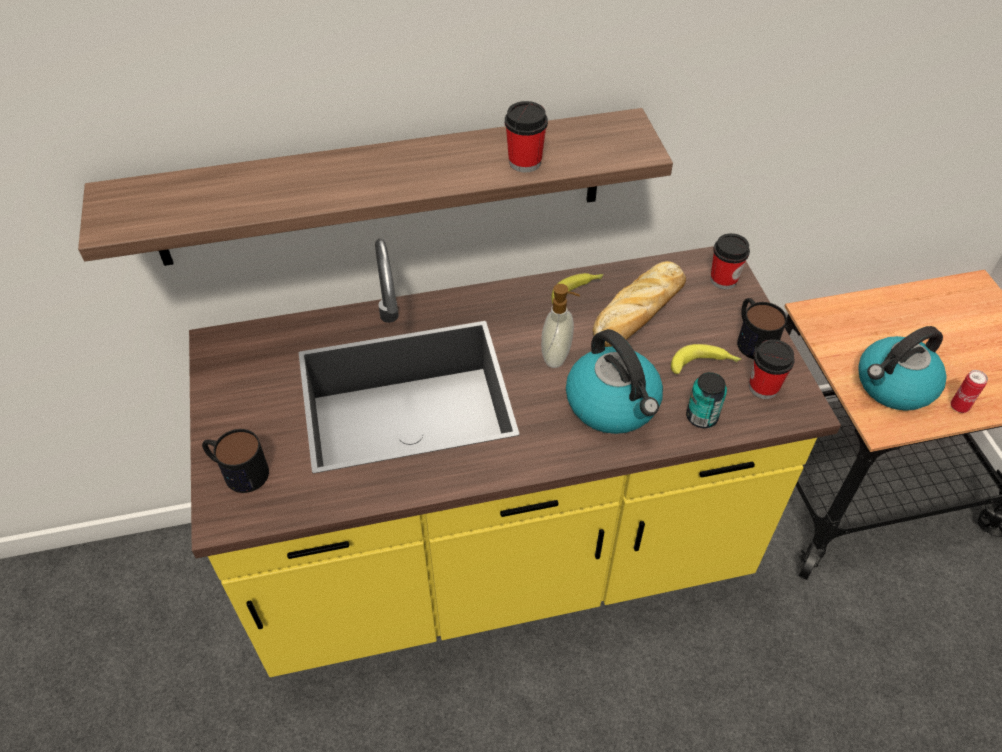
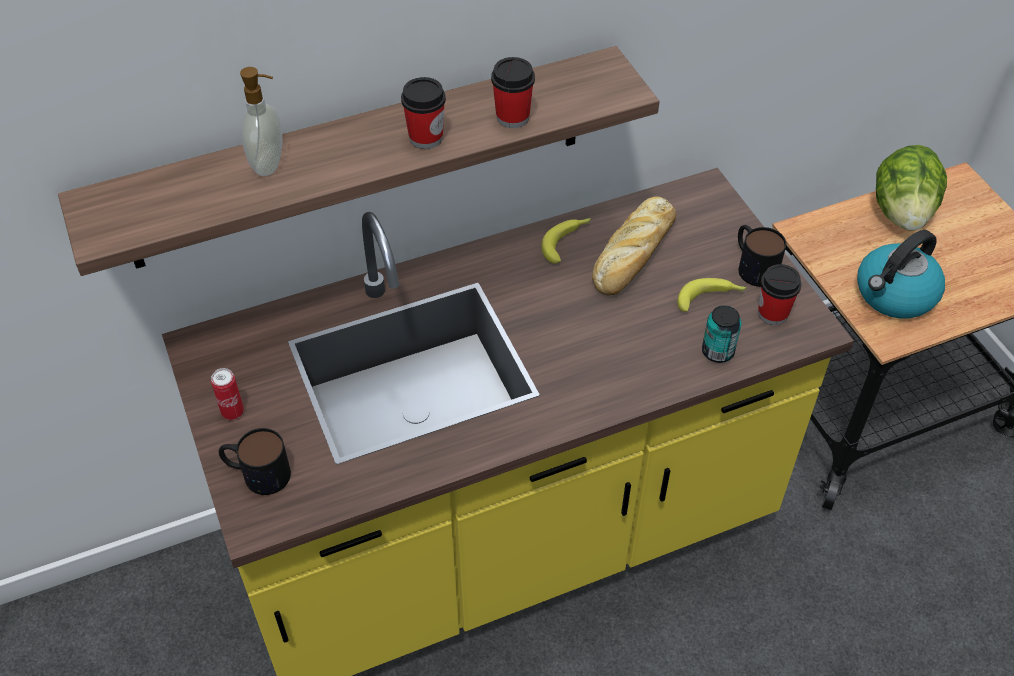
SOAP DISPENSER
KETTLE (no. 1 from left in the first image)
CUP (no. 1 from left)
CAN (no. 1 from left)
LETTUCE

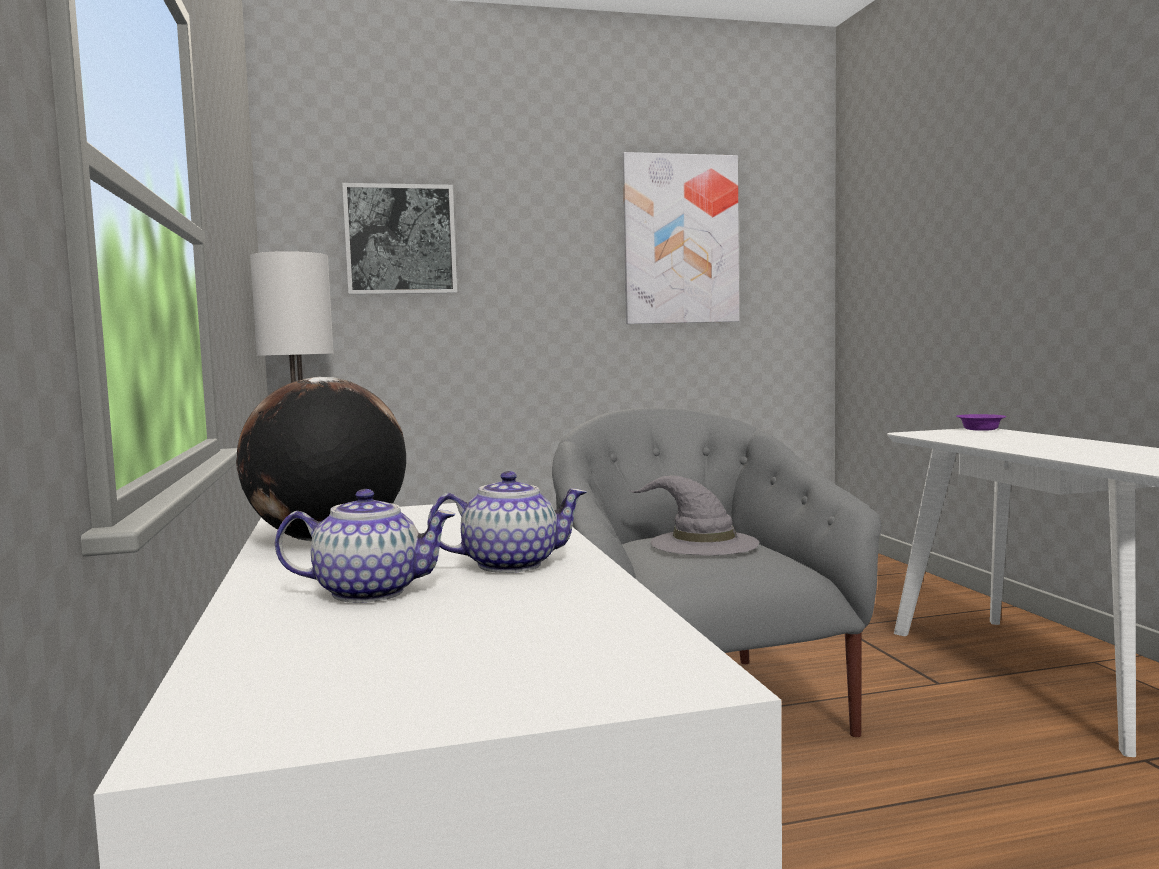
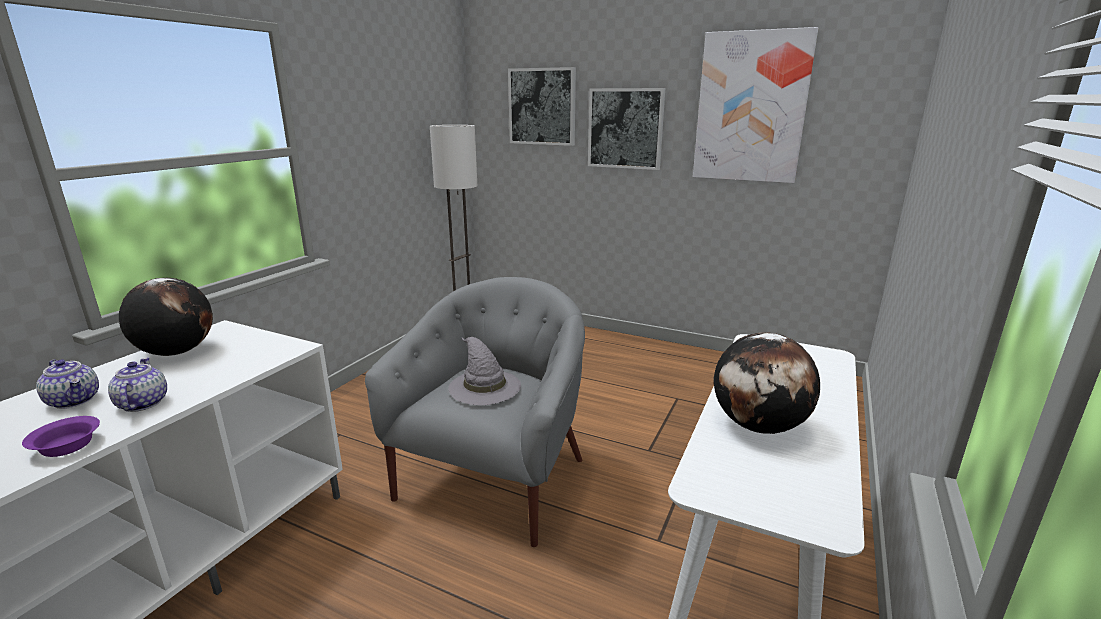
TEAPOT (no. 2 from left)
PURPLE BOWL
PICTURE (no. 2 from left)
GLOBE (no. 2 from left)

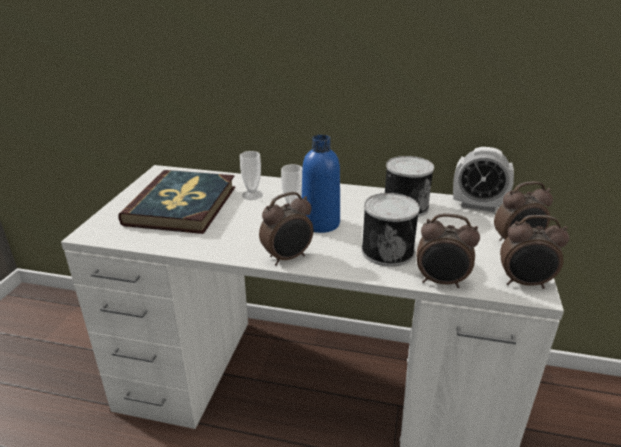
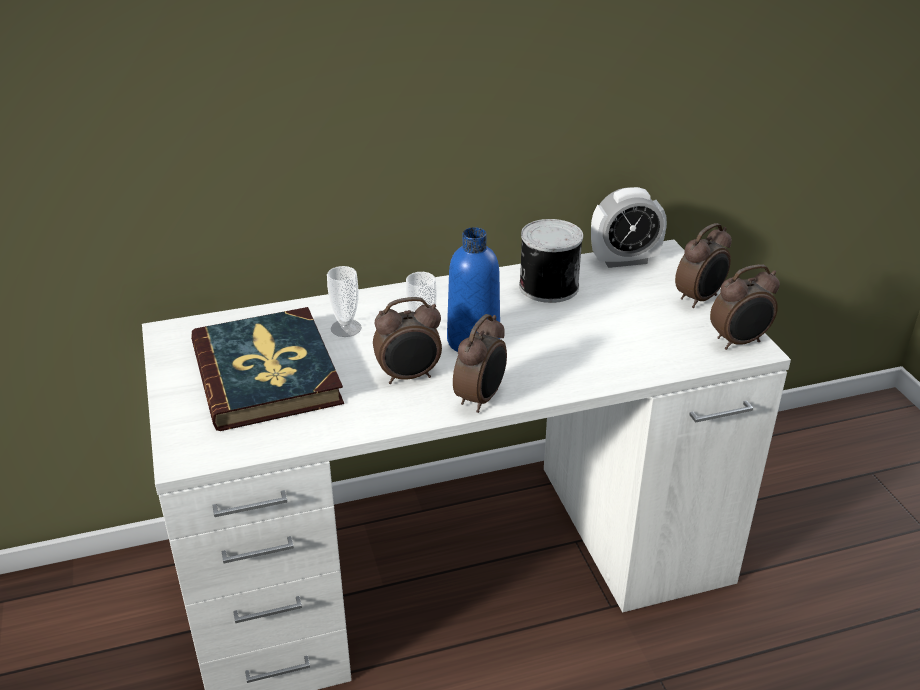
CAN (no. 1 from left in the first image)
ALARM CLOCK (no. 1 from left)

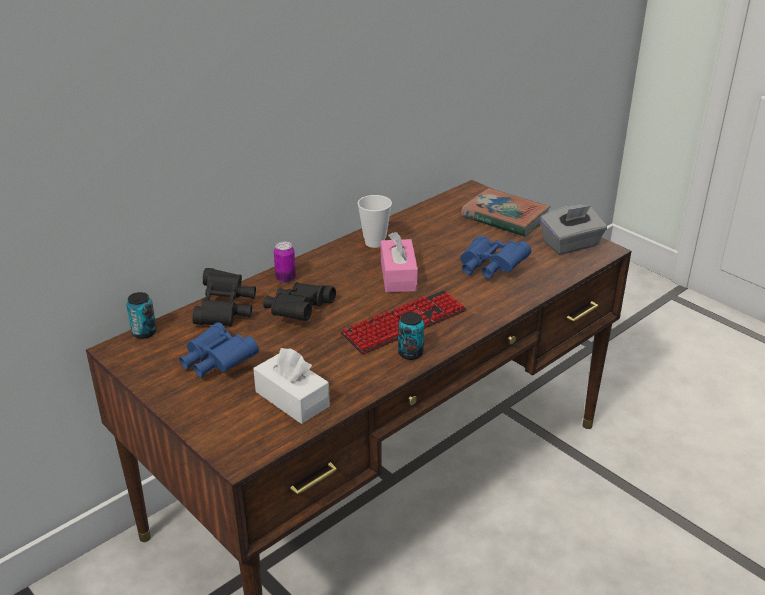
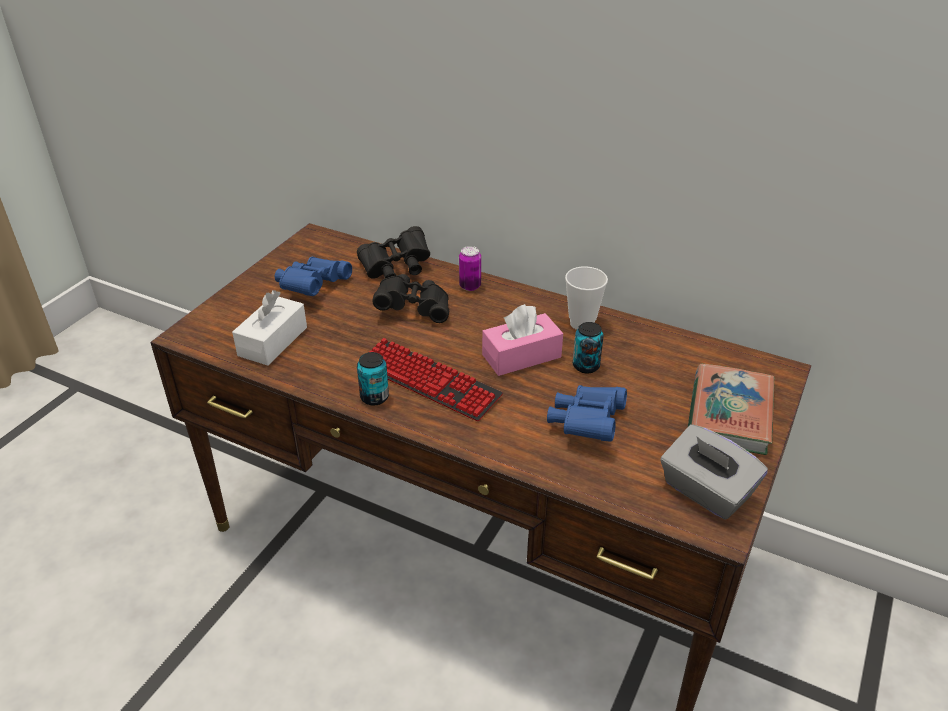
CAN (no. 3 from left)

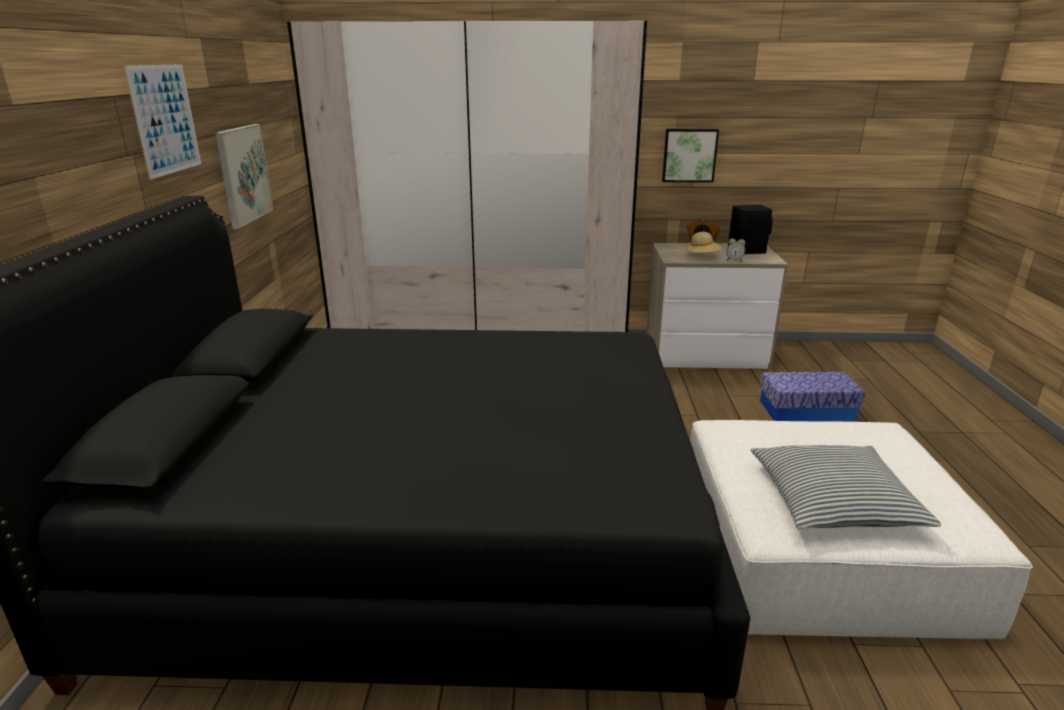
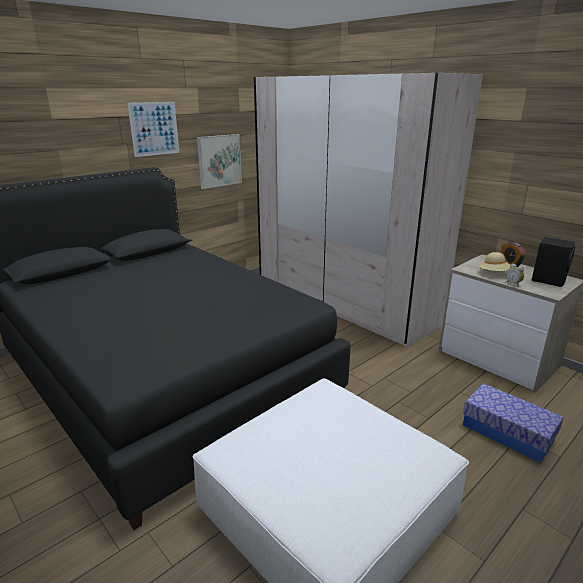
PICTURE (no. 3 from left in the first image)
PILLOW

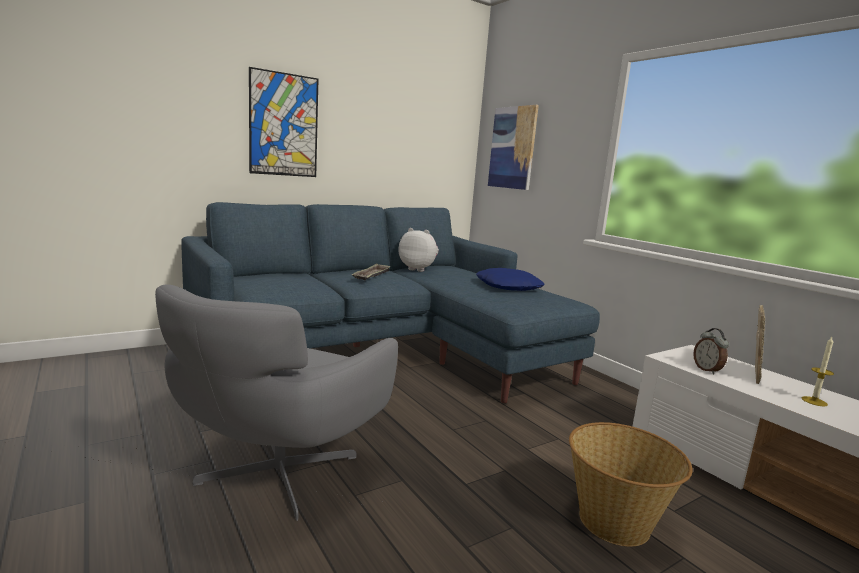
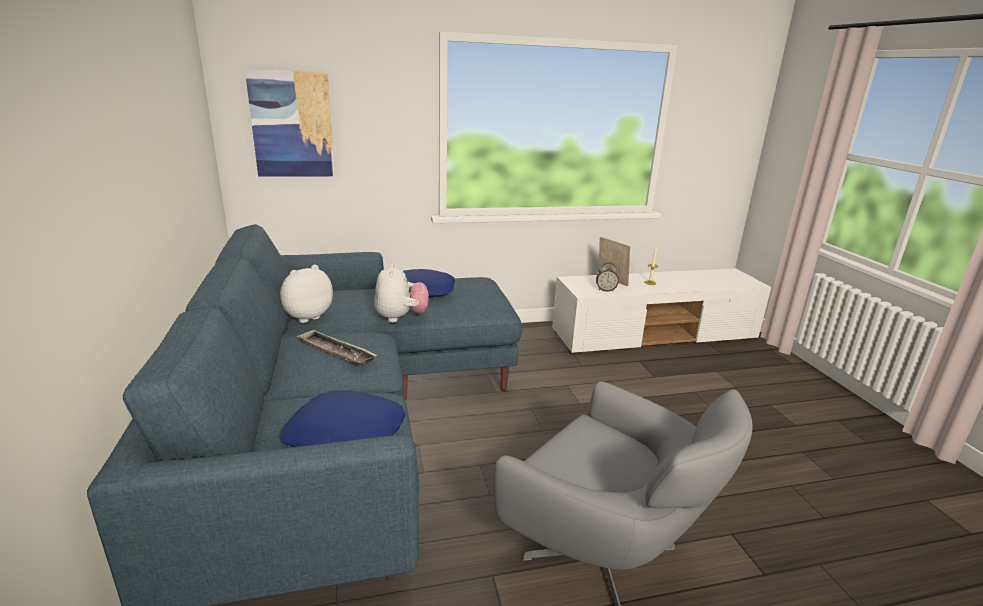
PICTURE (no. 1 from left in the first image)
BASKET
BLUE PILLOW (no. 1 from left)
PLUSH TOY (no. 2 from left)

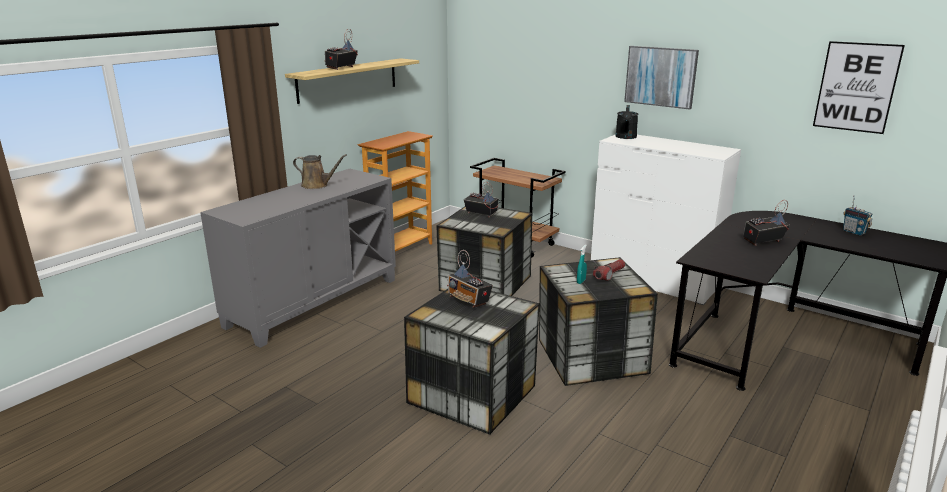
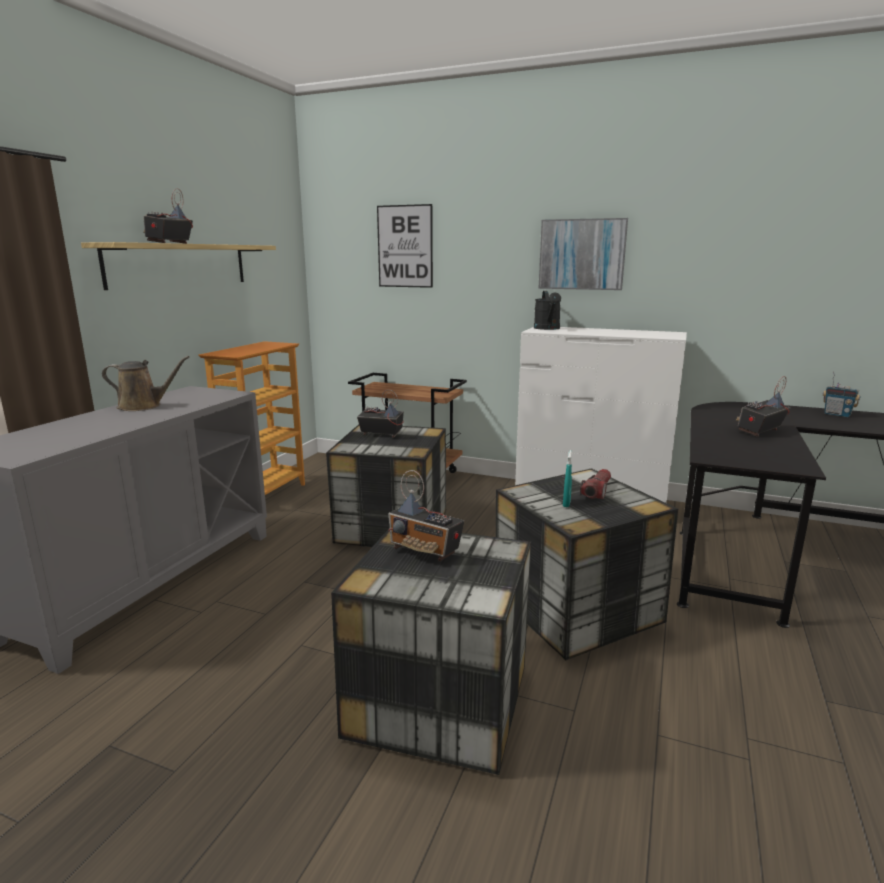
PICTURE (no. 1 from left)

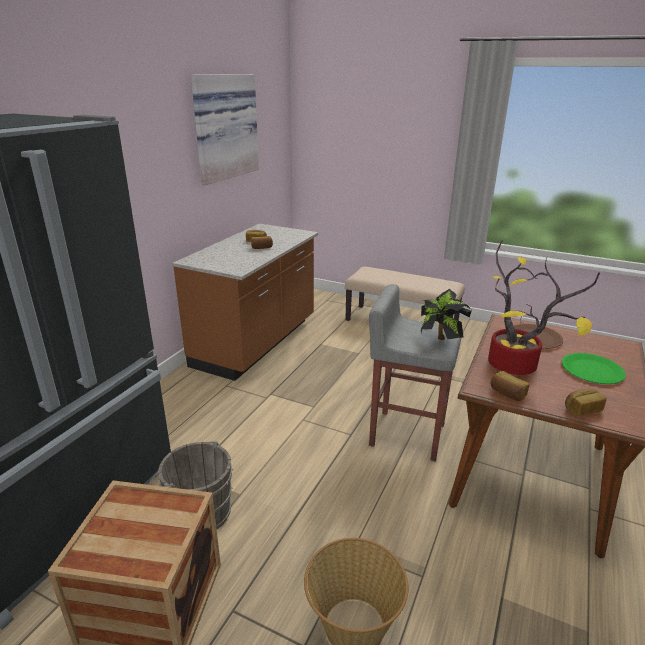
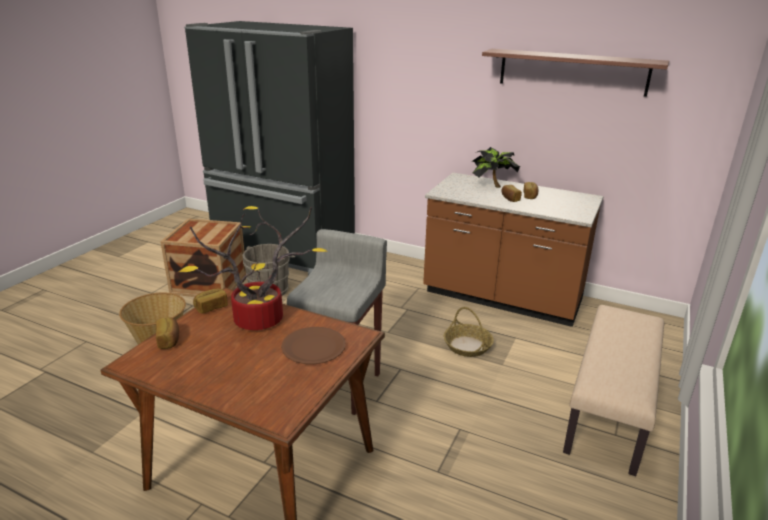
SHELF
POTTED PLANT (no. 2 from left)
GREEN PLATE
BASKET (no. 2 from left)

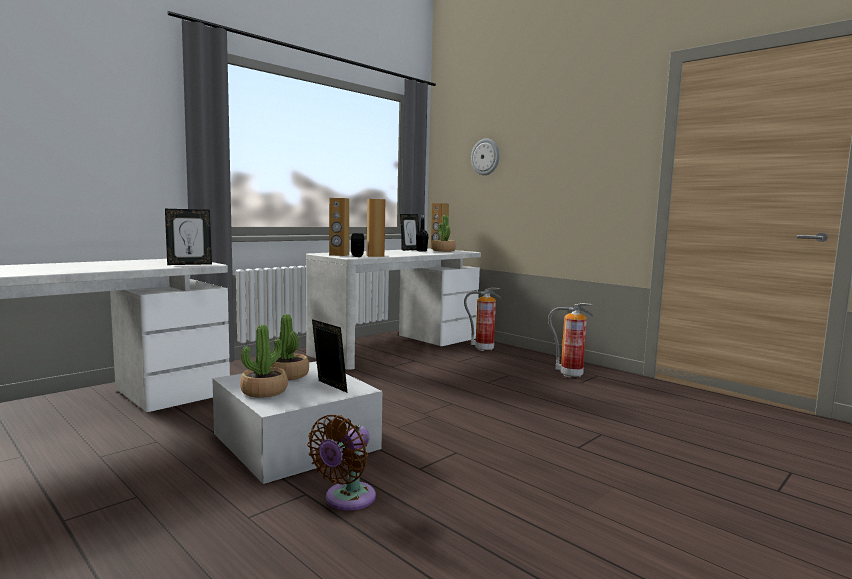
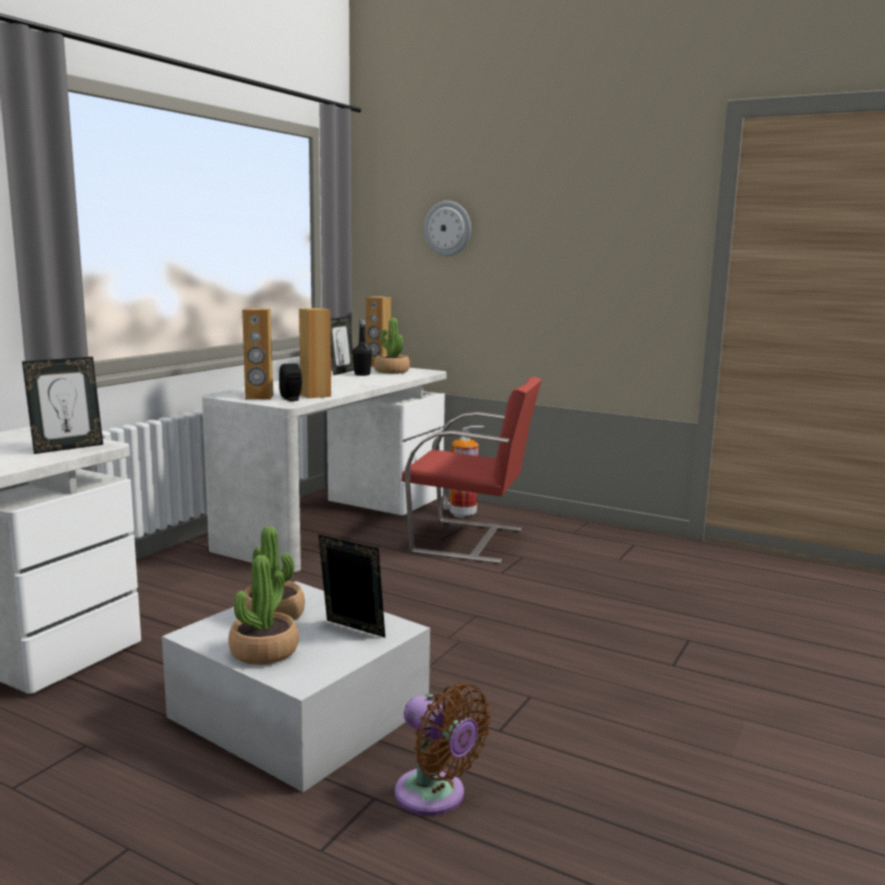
BROWN FAN
FIRE EXTINGUISHER (no. 2 from left in the first image)
RED CHAIR

